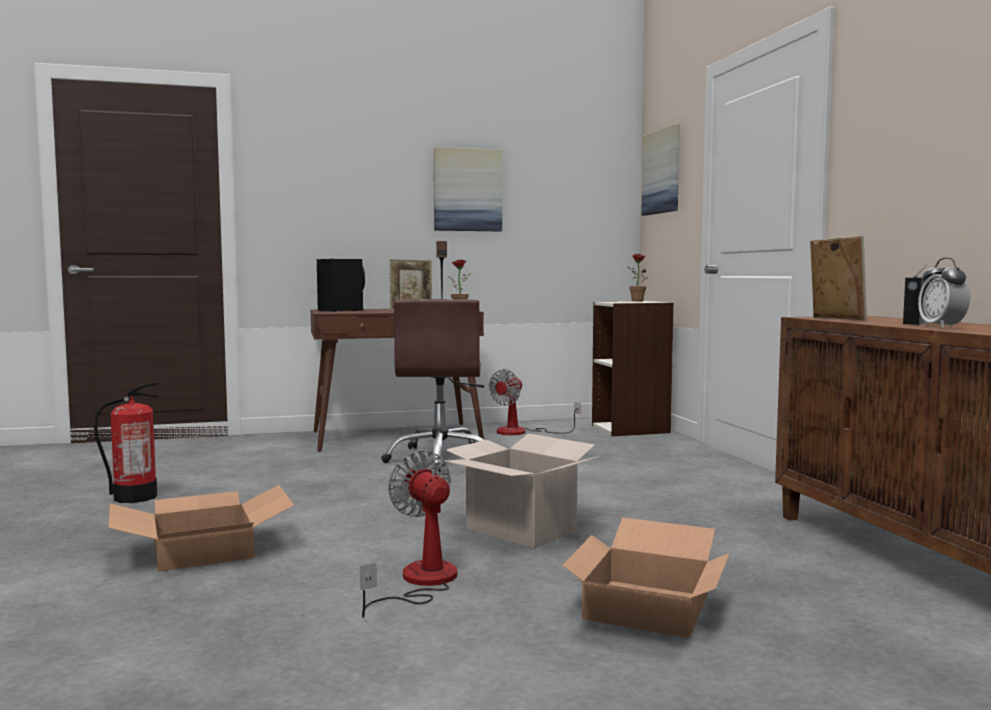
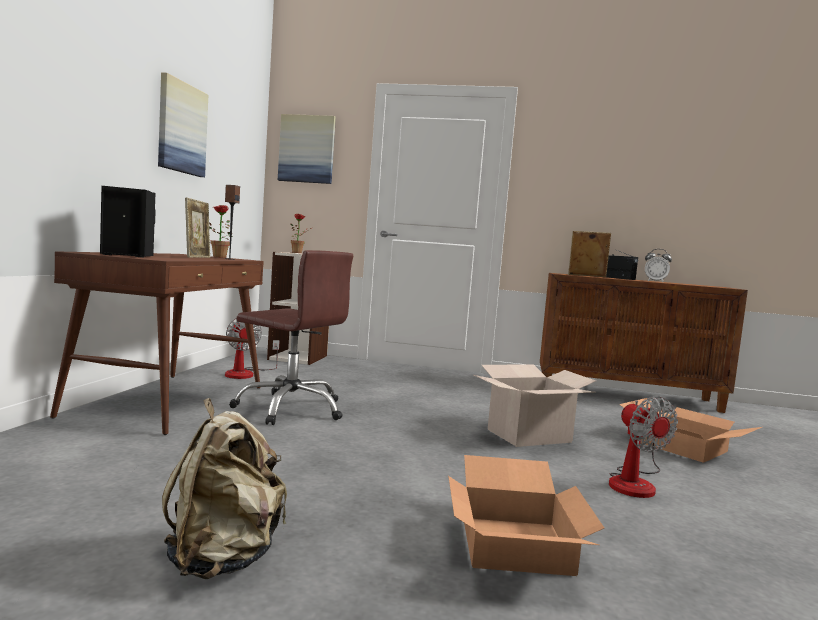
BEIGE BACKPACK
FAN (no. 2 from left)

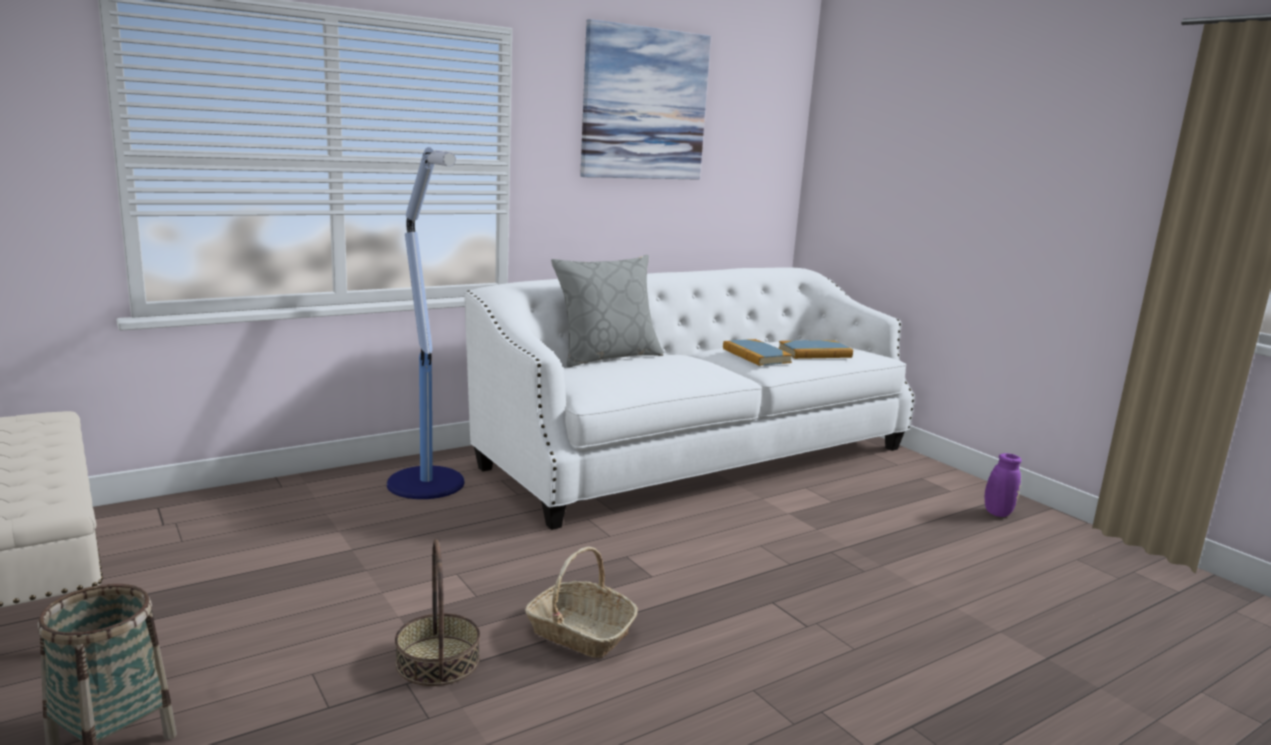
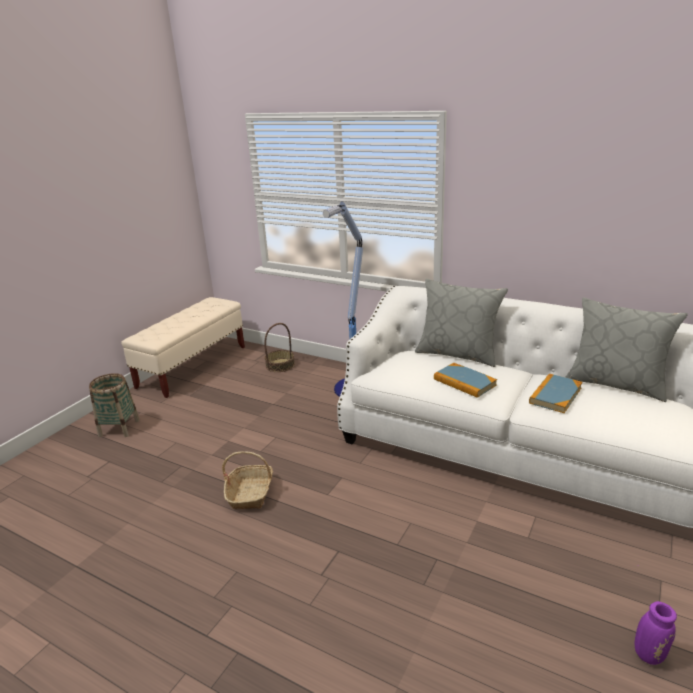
BASKET (no. 3 from left)
PICTURE
BOOK (no. 1 from left)
GREY PILLOW (no. 2 from left)

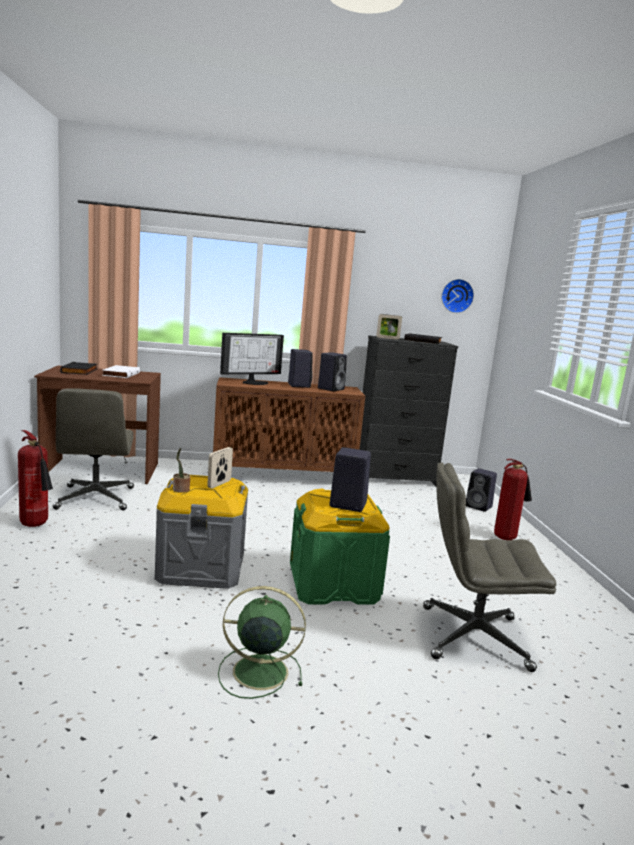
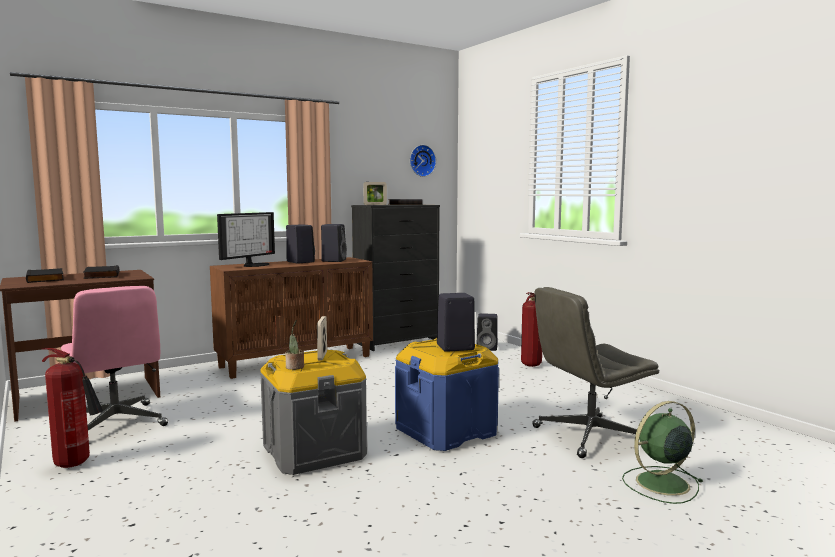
PINK OFFICE CHAIR
BLACK BOOK (no. 2 from left)
GREEN FAN
BLUE STORAGE BOX

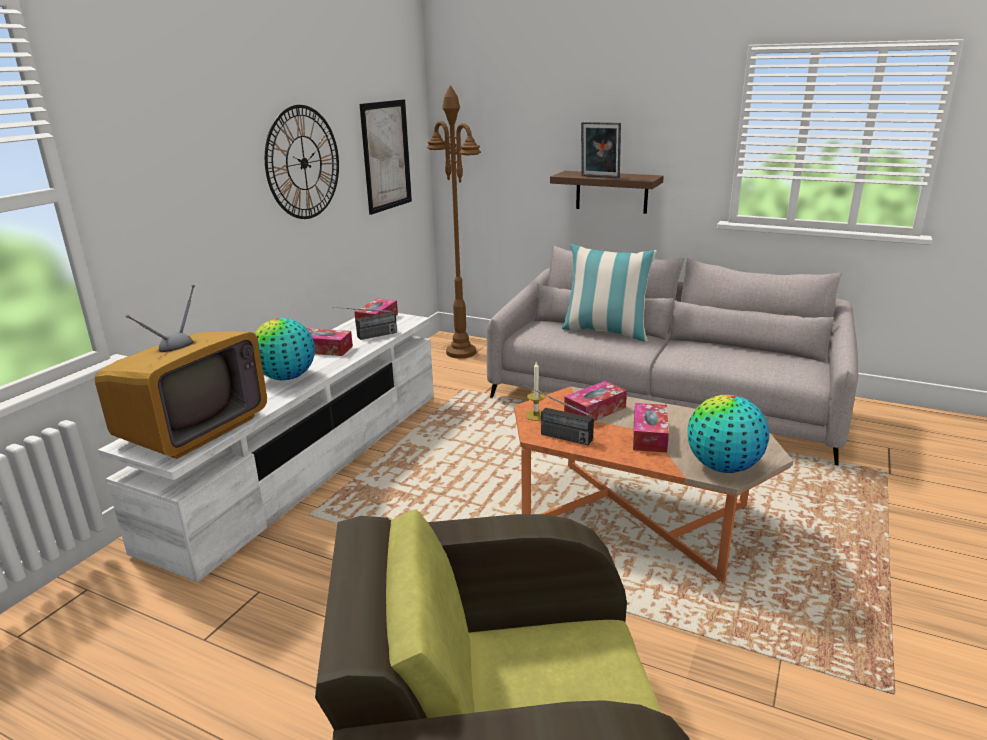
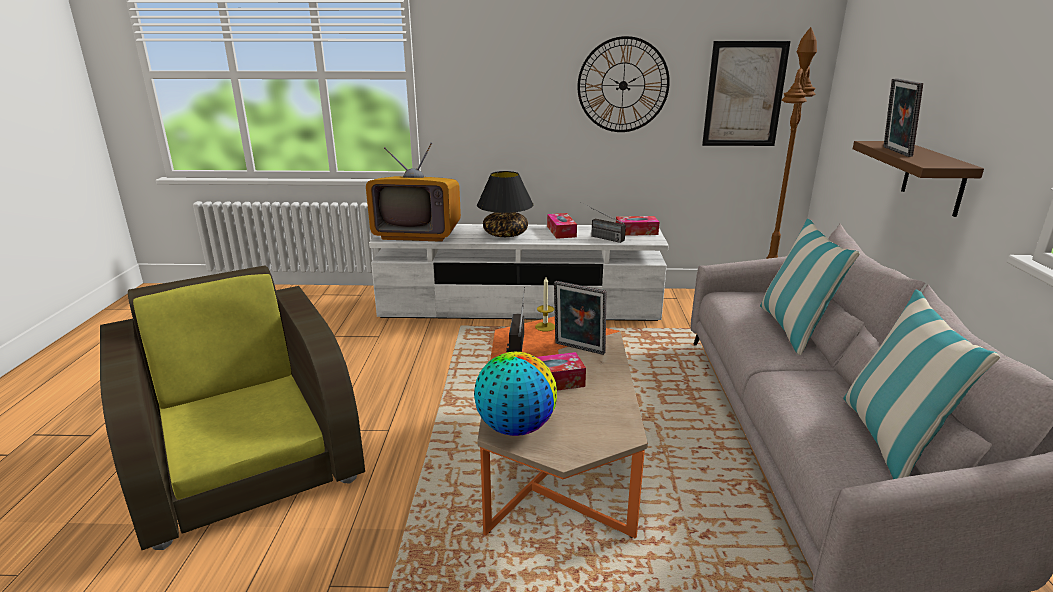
BLACK TABLE LAMP
PICTURE FRAME (no. 1 from left)
PILLOW (no. 2 from left)

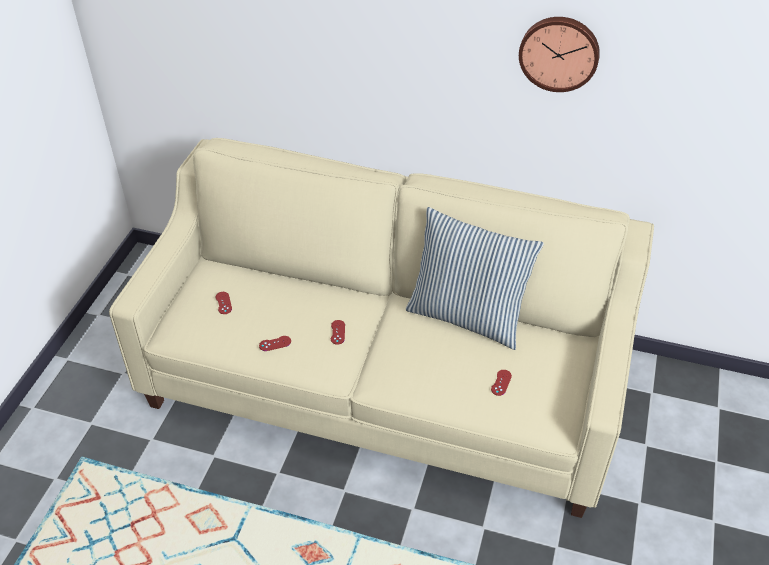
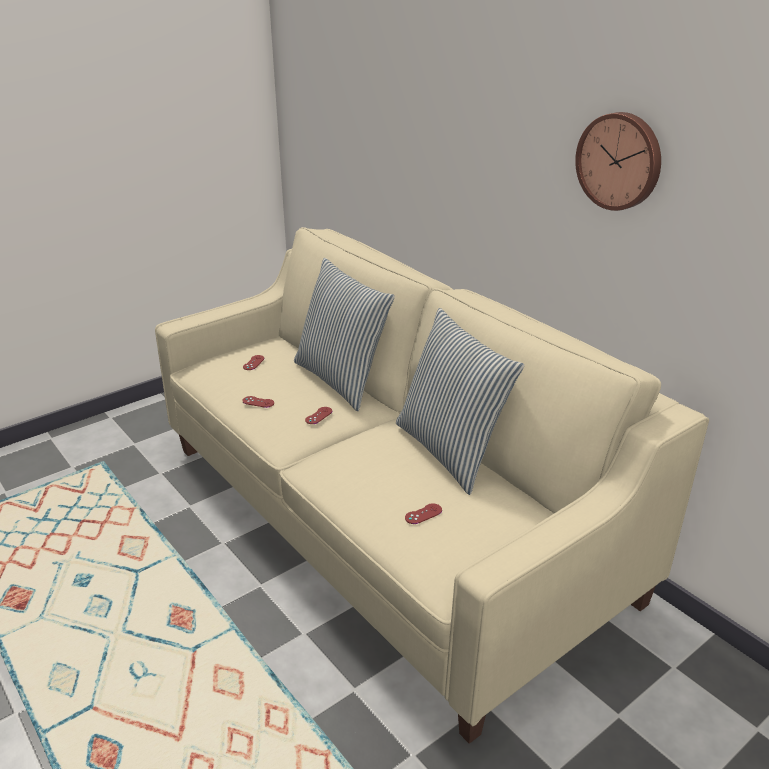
PILLOW (no. 1 from left)

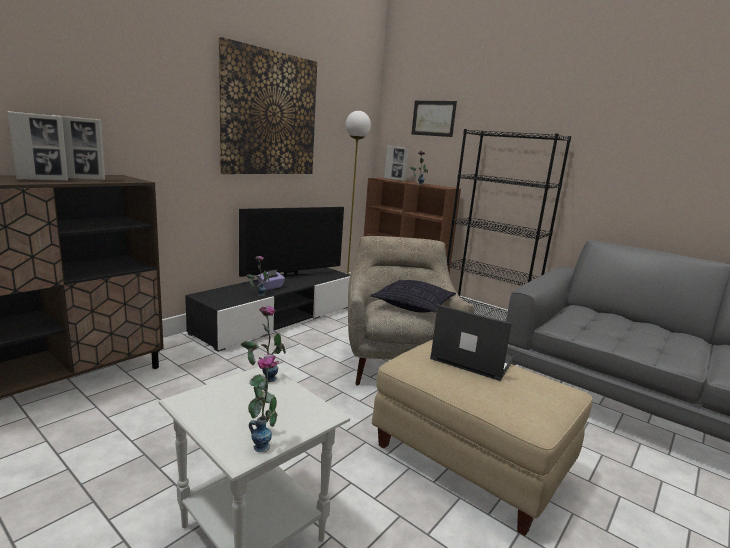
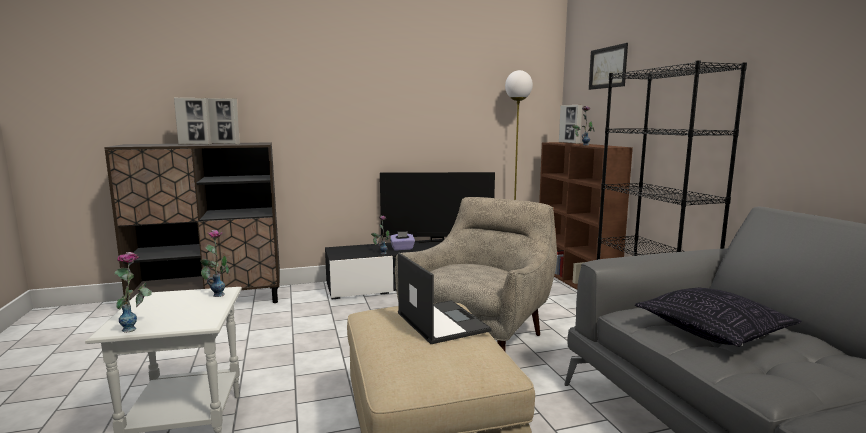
PICTURE (no. 1 from left in the first image)
PILLOW

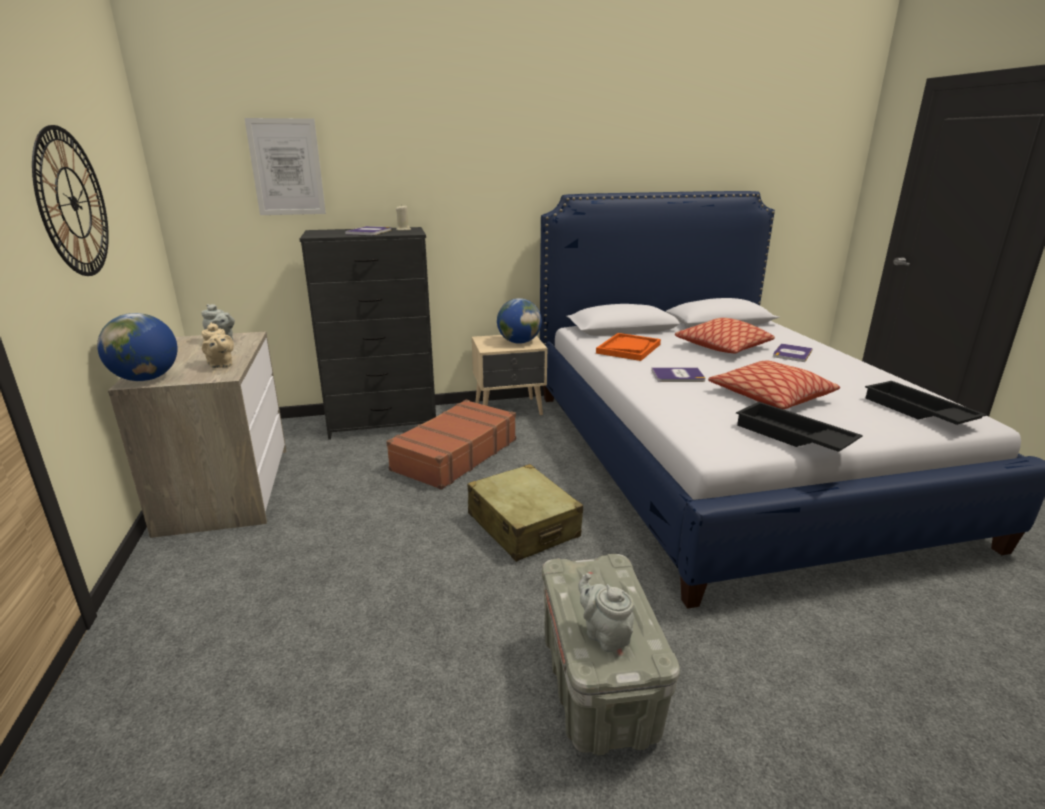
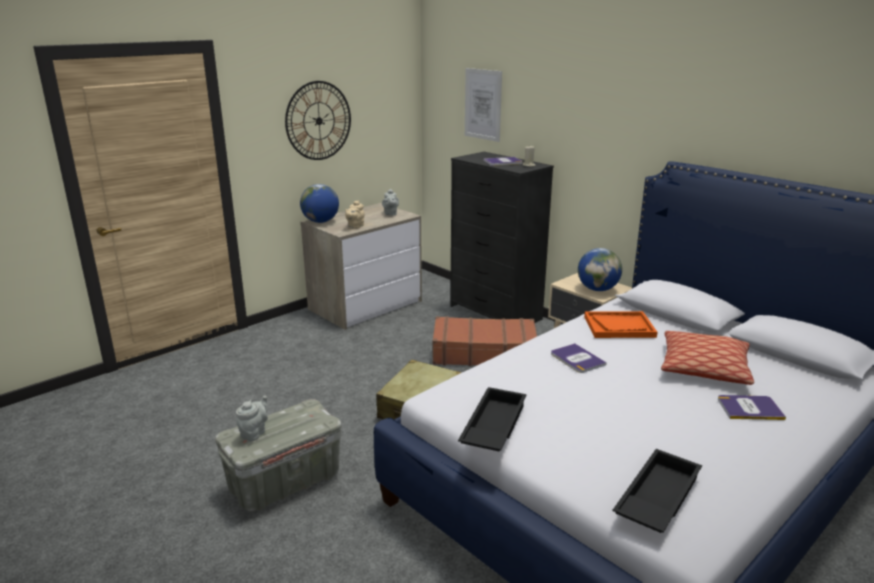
PILLOW (no. 2 from left in the first image)

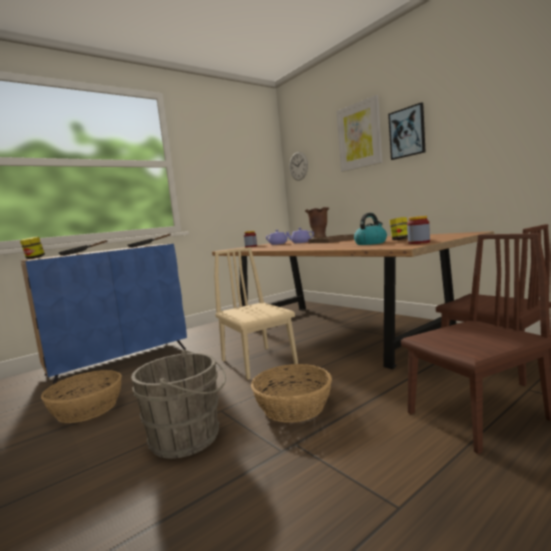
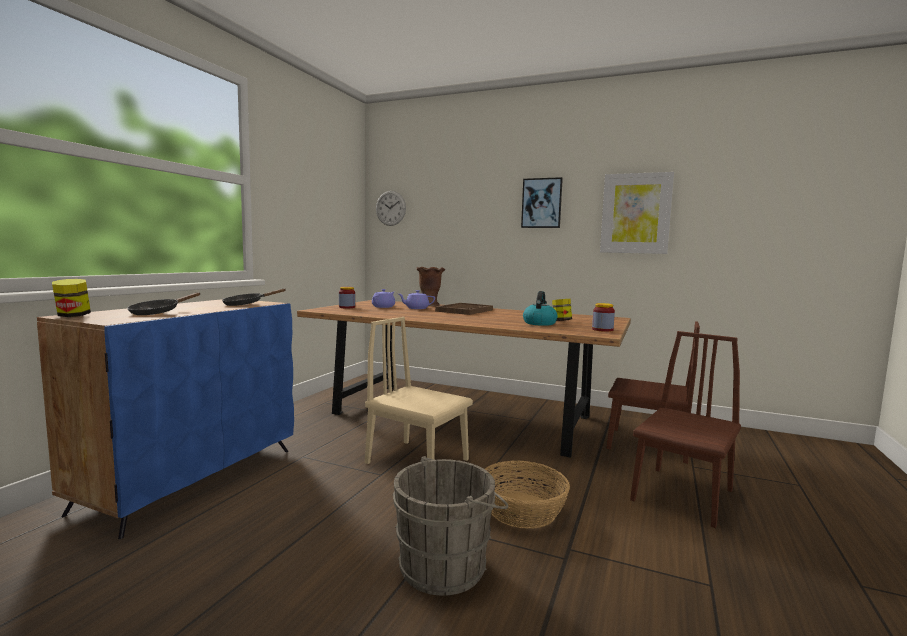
BASKET (no. 1 from left in the first image)
PICTURE (no. 2 from left)

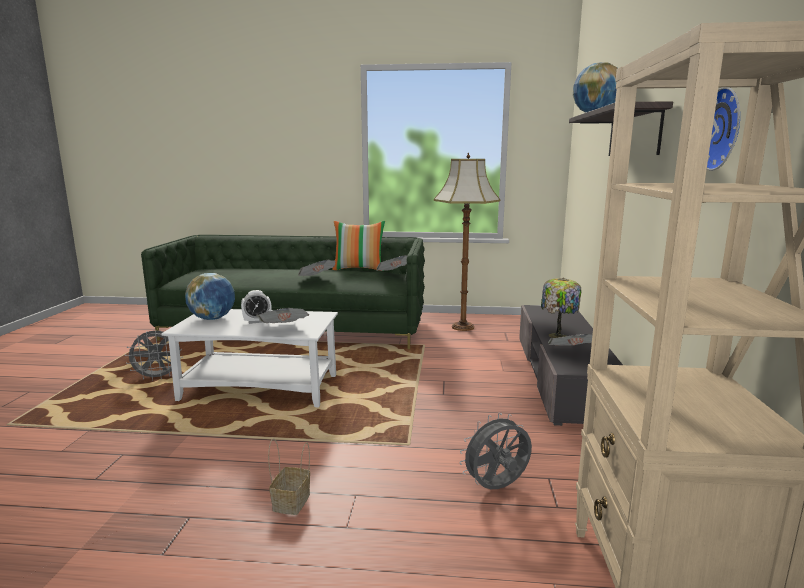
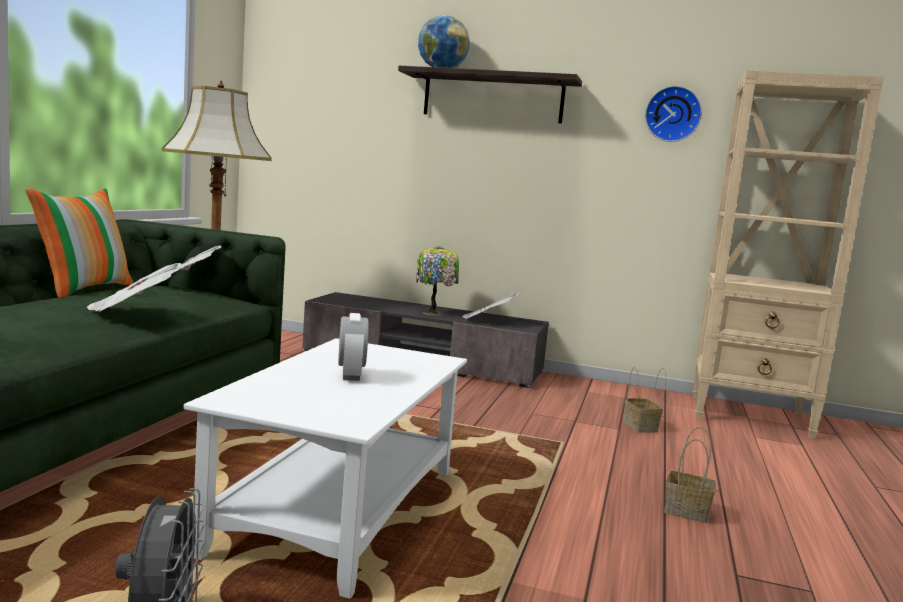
GLOBE (no. 1 from left in the first image)
NEWSPAPER (no. 1 from left in the first image)
BASKET (no. 1 from left)

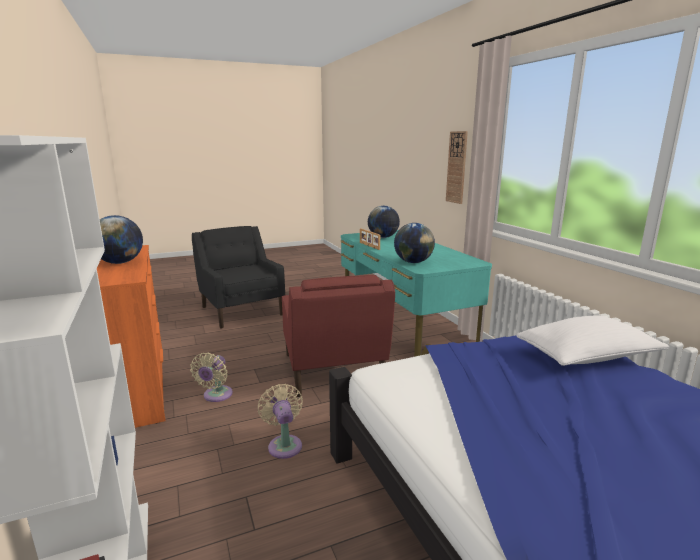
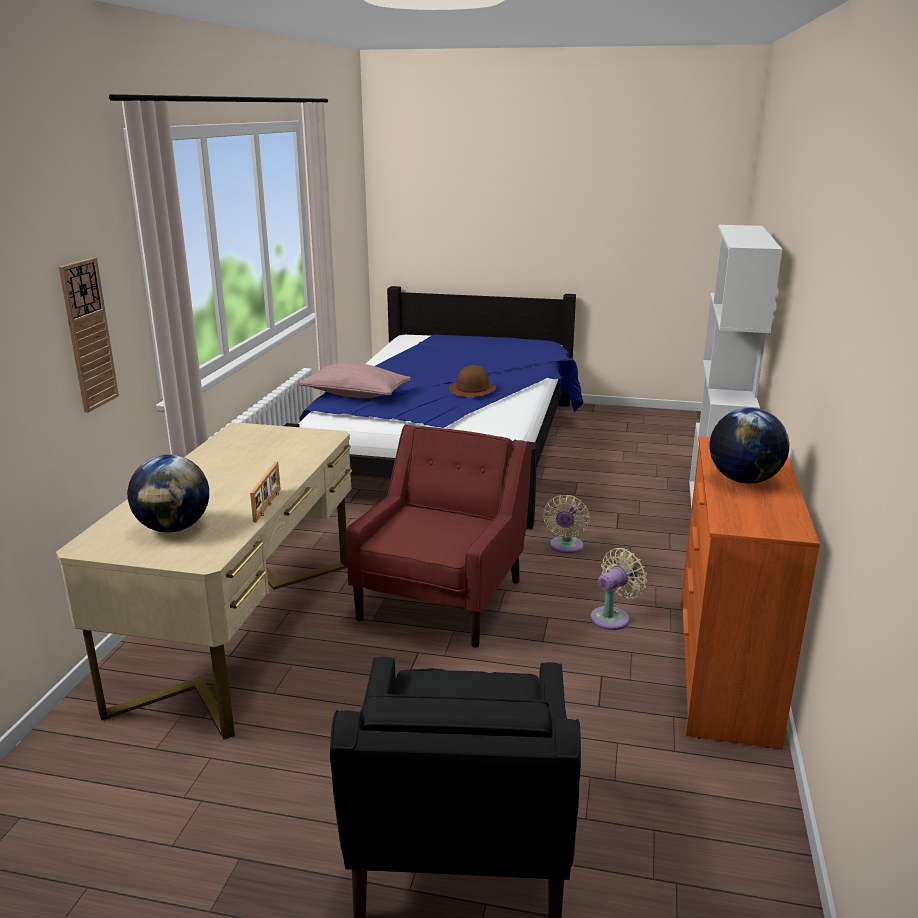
BEIGE DESK
GLOBE (no. 3 from left in the first image)
PINK PILLOW
BROWN HAT

